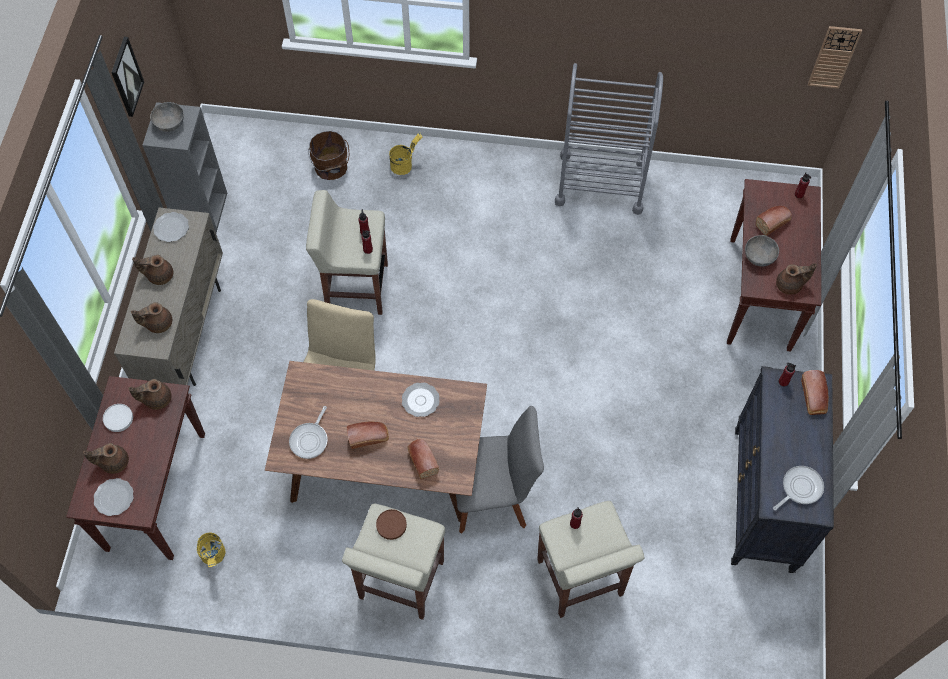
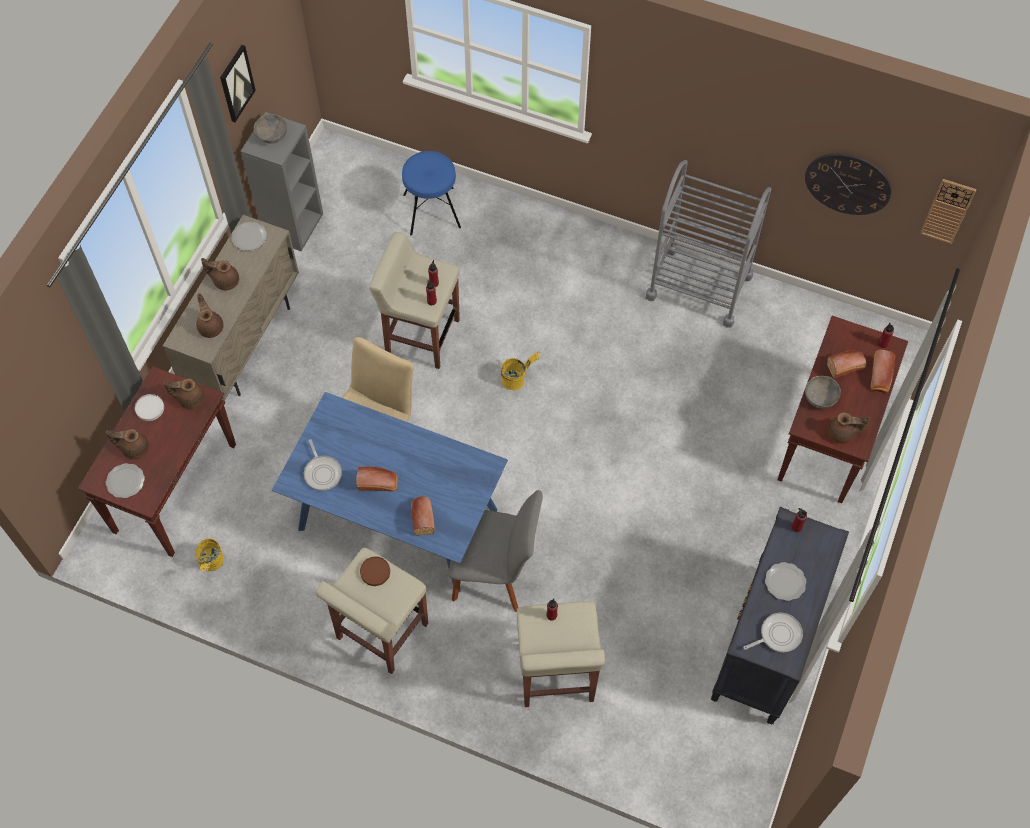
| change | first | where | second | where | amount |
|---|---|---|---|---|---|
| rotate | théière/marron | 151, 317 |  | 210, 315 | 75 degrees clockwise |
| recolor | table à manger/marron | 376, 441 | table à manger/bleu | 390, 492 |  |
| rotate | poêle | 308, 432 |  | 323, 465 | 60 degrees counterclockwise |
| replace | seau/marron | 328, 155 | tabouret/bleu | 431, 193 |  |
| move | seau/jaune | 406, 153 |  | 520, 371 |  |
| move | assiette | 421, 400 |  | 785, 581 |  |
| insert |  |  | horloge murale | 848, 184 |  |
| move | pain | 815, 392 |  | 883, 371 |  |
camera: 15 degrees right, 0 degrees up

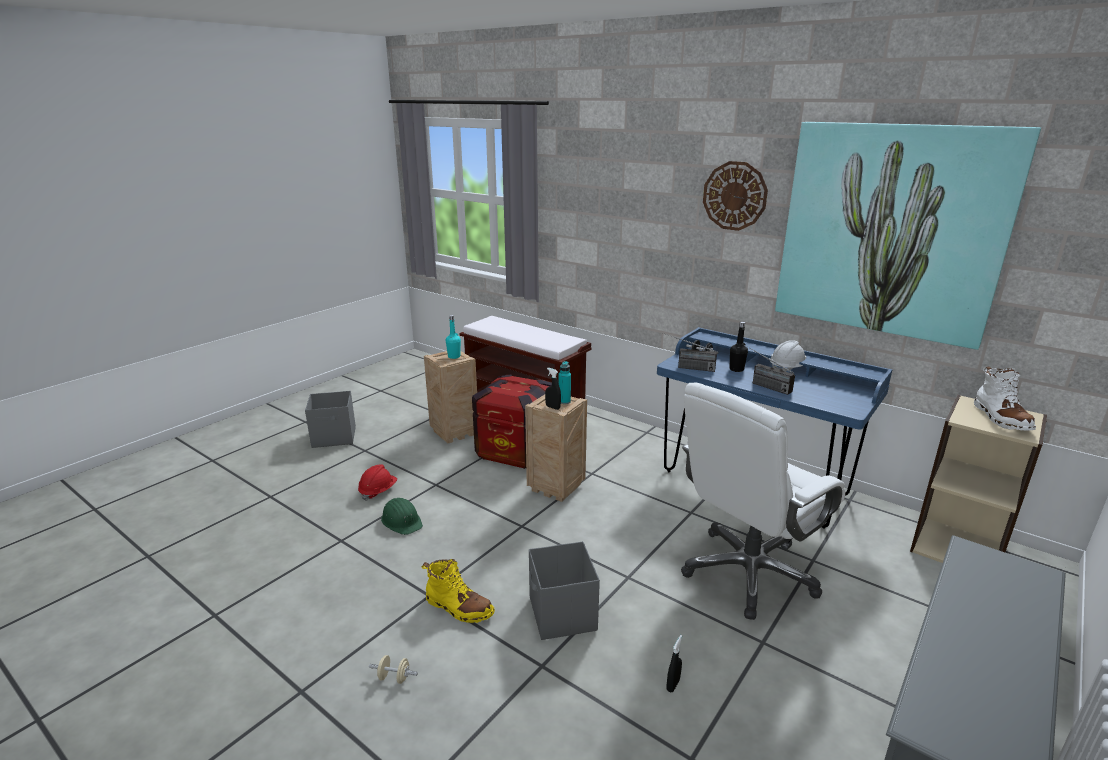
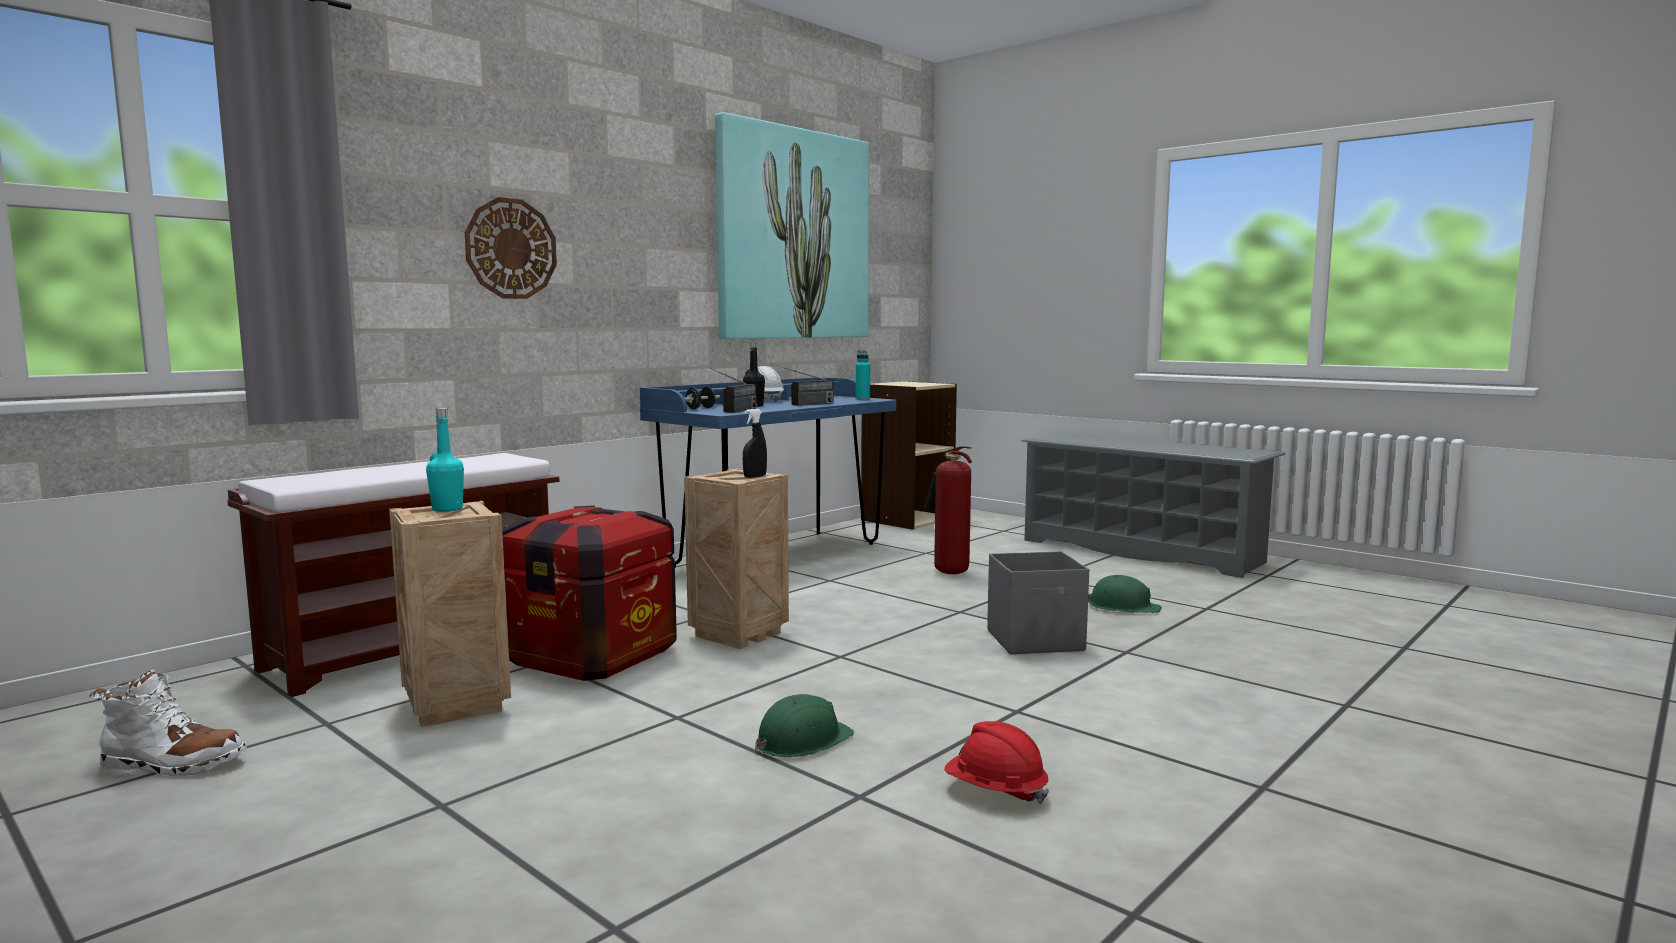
| change | first | where | second | where | amount |
|---|---|---|---|---|---|
| move | botte/blanc | 1005, 398 |  | 168, 723 |  |
| move | horloge murale | 735, 196 |  | 511, 248 |  |
| move | bouteille/turquoise | 564, 382 |  | 863, 375 |  |
| replace | chaise de bureau/blanc | 763, 501 | extincteur | 948, 510 |  |
| move | casque de chantier/rouge | 377, 482 |  | 997, 762 |  |
| replace | vaporisateur/noir | 674, 663 | casque de chantier/vert | 1125, 594 |  |
| delete | boîte de rangement/gris | 330, 419 |  |  |  |
| delete | haltère/beige | 393, 669 |  |  |  |
| delete | botte/jaune | 458, 591 |  |  |  |
camera: 85 degrees left, 15 degrees down

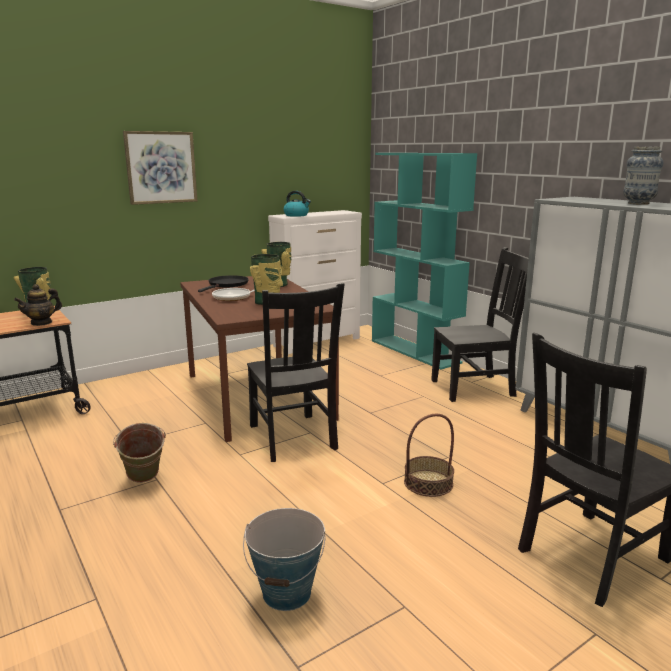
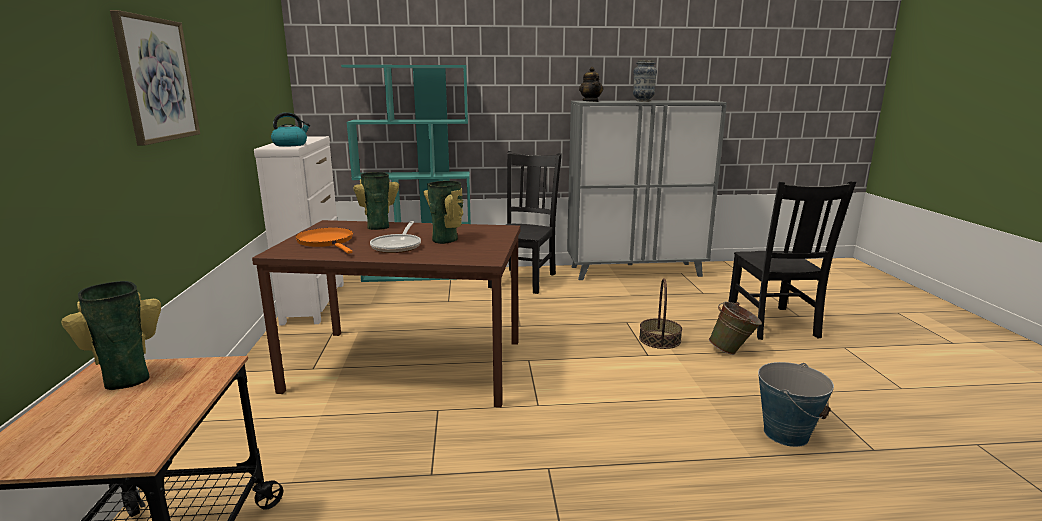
| change | first | where | second | where | amount |
|---|---|---|---|---|---|
| recolor | poêle/noir | 223, 283 | poêle/orange | 324, 241 |  |
| move | théière | 38, 305 |  | 591, 84 |  |
| move | seau/vert | 139, 453 |  | 735, 328 |  |
| delete | chaise/noir | 295, 372 |  |  |  |
camera: 60 degrees left, 0 degrees up

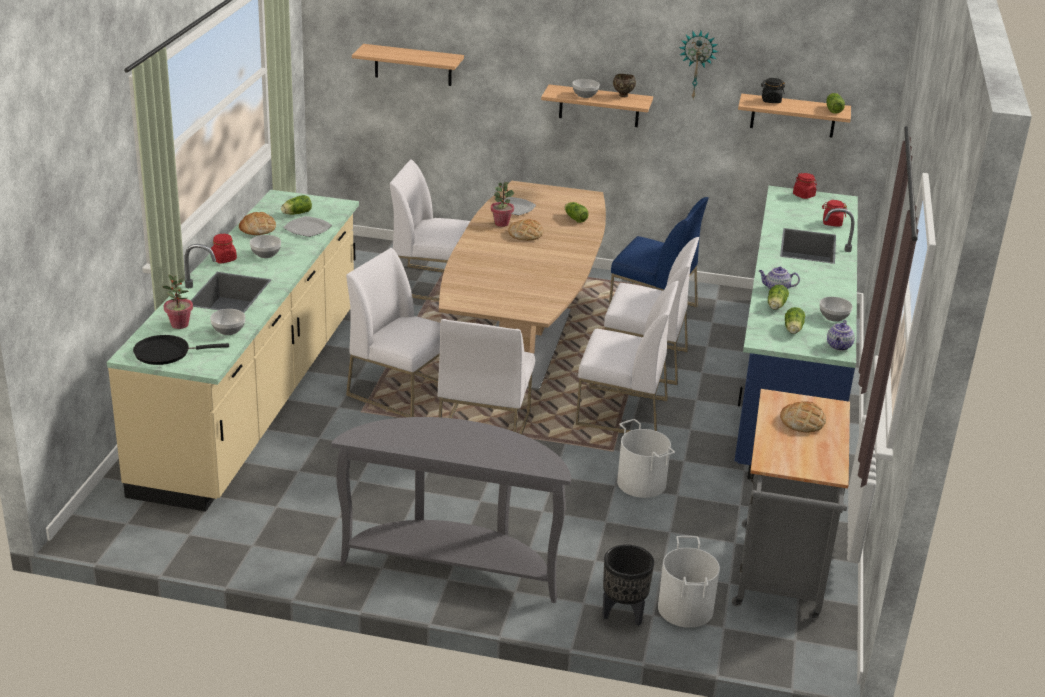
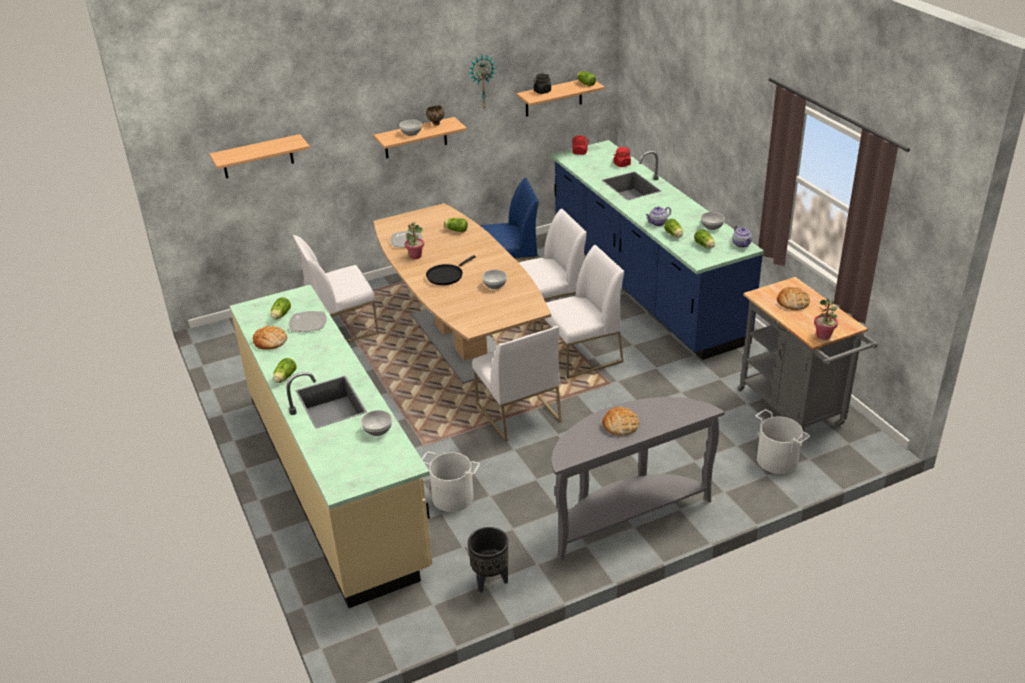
| change | first | where | second | where | amount |
|---|---|---|---|---|---|
| replace | bocal/rouge | 224, 248 | laitue | 284, 370 |  |
| move | seau/blanc | 646, 458 |  | 451, 482 |  |
| move | poêle/noir | 181, 350 |  | 451, 270 |  |
| move | cache-pot/noir | 628, 585 |  | 488, 560 |  |
| move | bol | 265, 246 |  | 494, 279 |  |
| move | pain | 525, 230 |  | 620, 421 |  |
| move | plante en pot | 177, 302 |  | 826, 319 |  |
| delete | chaise/blanc | 393, 332 |  |  |  |
camera: 35 degrees left, 5 degrees up

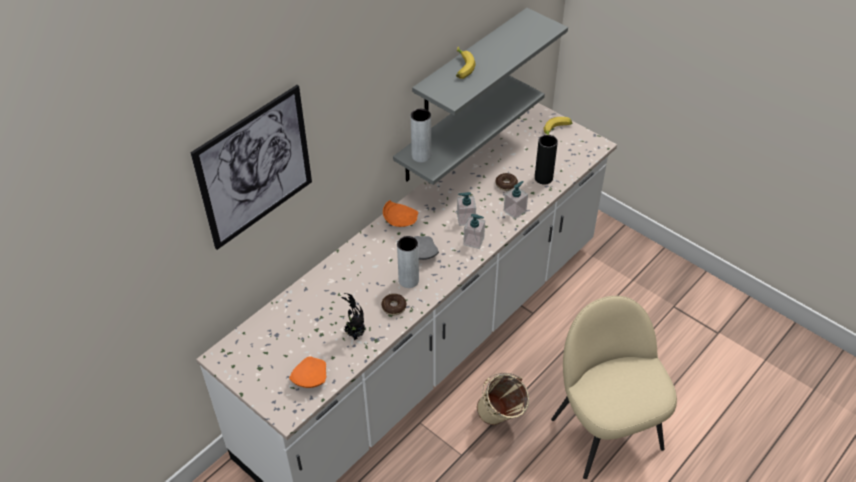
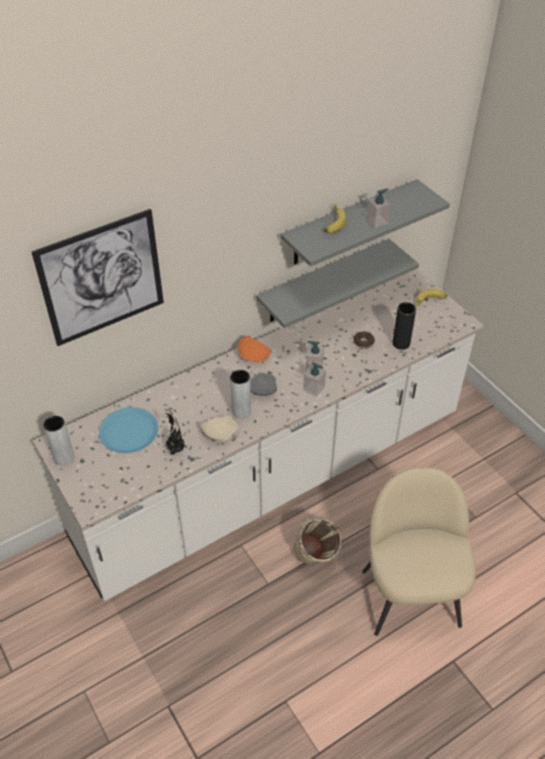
| change | first | where | second | where | amount |
|---|---|---|---|---|---|
| move | vase/gris | 421, 135 |  | 58, 441 |  |
| insert |  |  | assiette/bleu | 128, 430 |  |
| replace | beignet | 393, 305 | assiette/beige | 219, 428 |  |
| move | distributeur de savon | 516, 200 |  | 378, 208 |  |
| delete | assiette/orange | 307, 372 |  |  |  |
camera: 15 degrees right, 0 degrees up

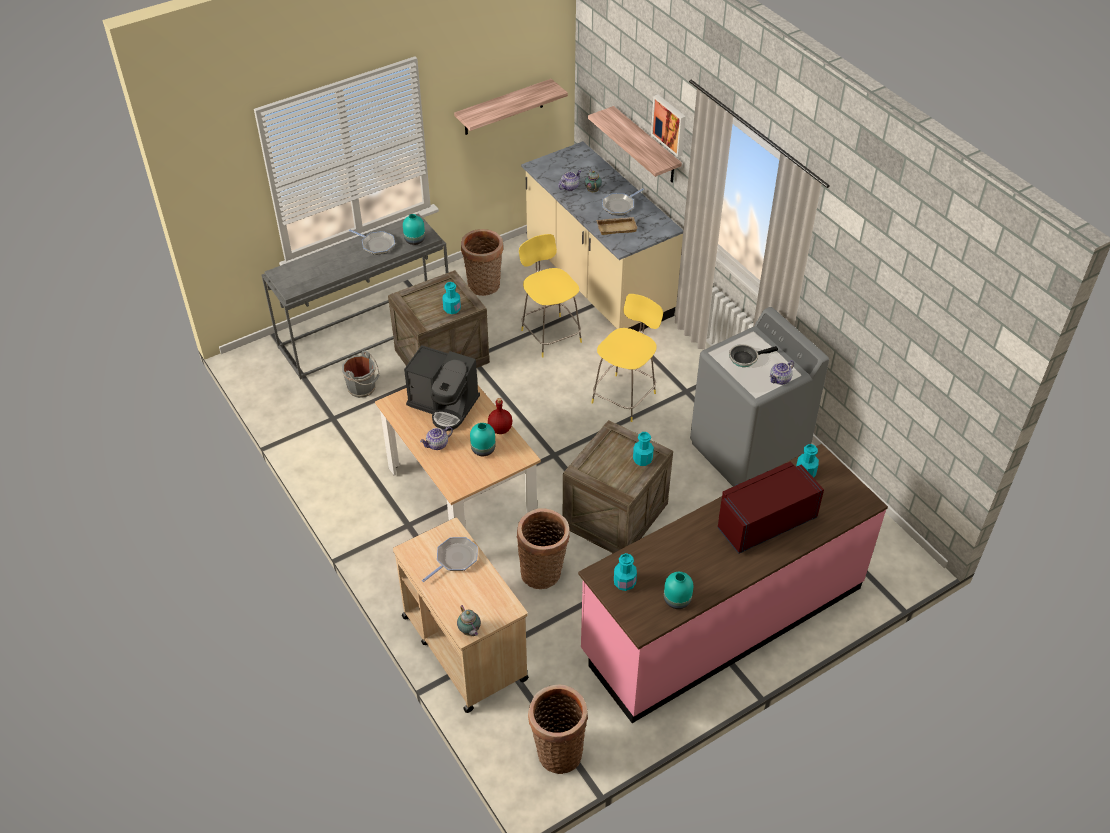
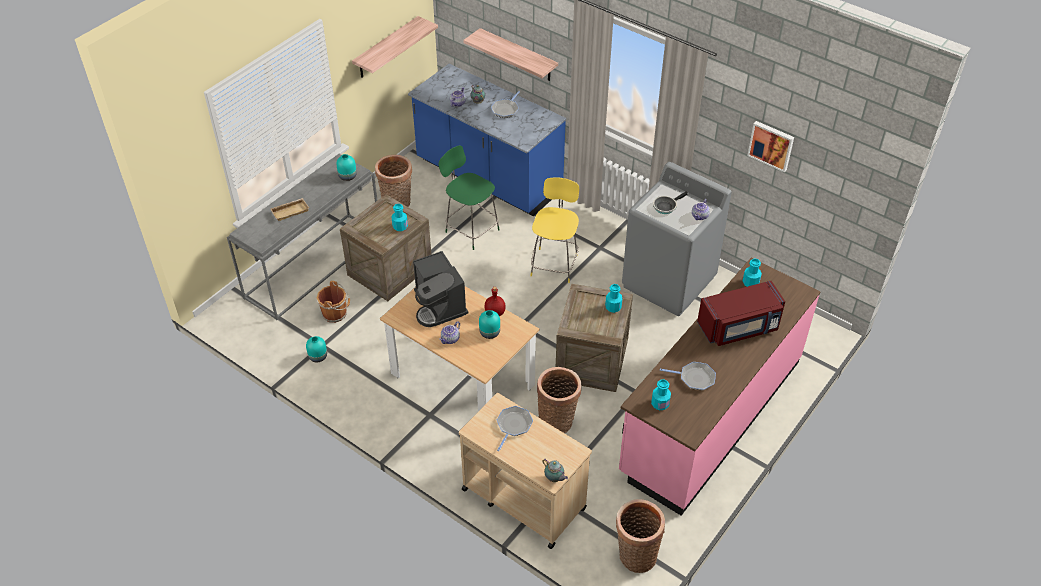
| change | first | where | second | where | amount |
|---|---|---|---|---|---|
| move | plateau/beige | 617, 226 |  | 290, 209 |  |
| move | vase/turquoise | 678, 590 |  | 316, 349 |  |
| recolor | seau/gris | 360, 374 | seau/marron | 333, 302 |  |
| recolor | comptoir de cuisine/beige | 602, 236 | comptoir de cuisine/bleu | 487, 140 |  |
| rotate | machine à café | 442, 388 |  | 440, 289 | 60 degrees clockwise |
| recolor | tabouret/jaune | 550, 295 | tabouret/vert | 469, 197 |  |
| move | poêle | 372, 242 |  | 688, 376 |  |
| rotate | micro-ondes/rouge | 770, 508 |  | 741, 313 | 150 degrees counterclockwise |
| move | tableau | 668, 126 |  | 770, 146 |  |
camera: 20 degrees left, 0 degrees up

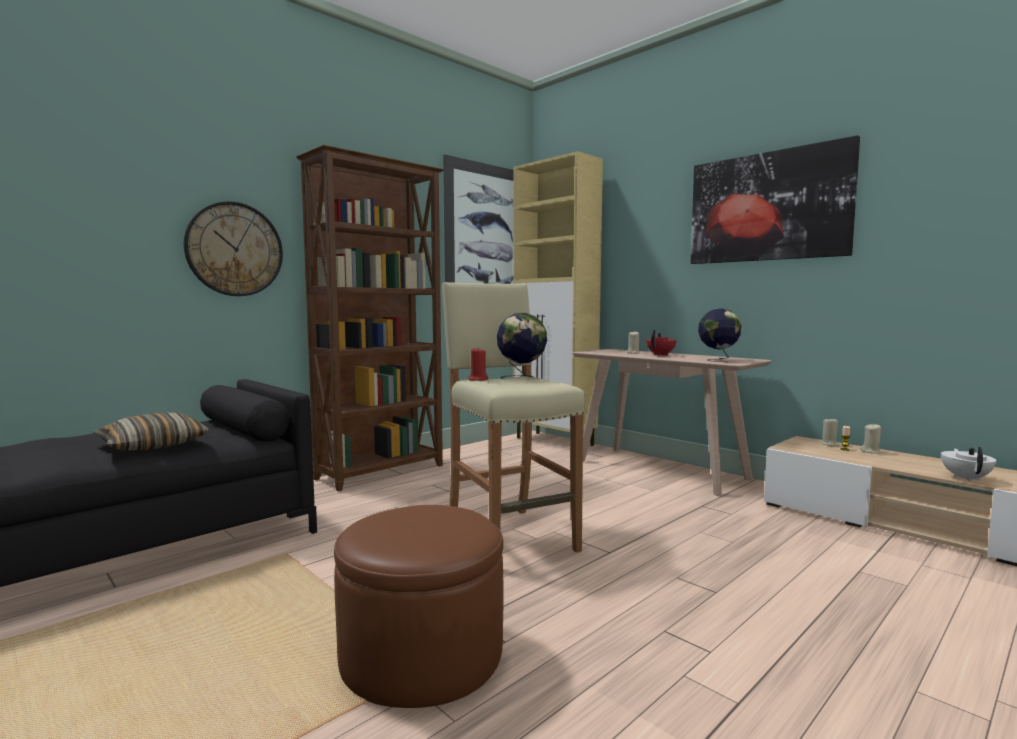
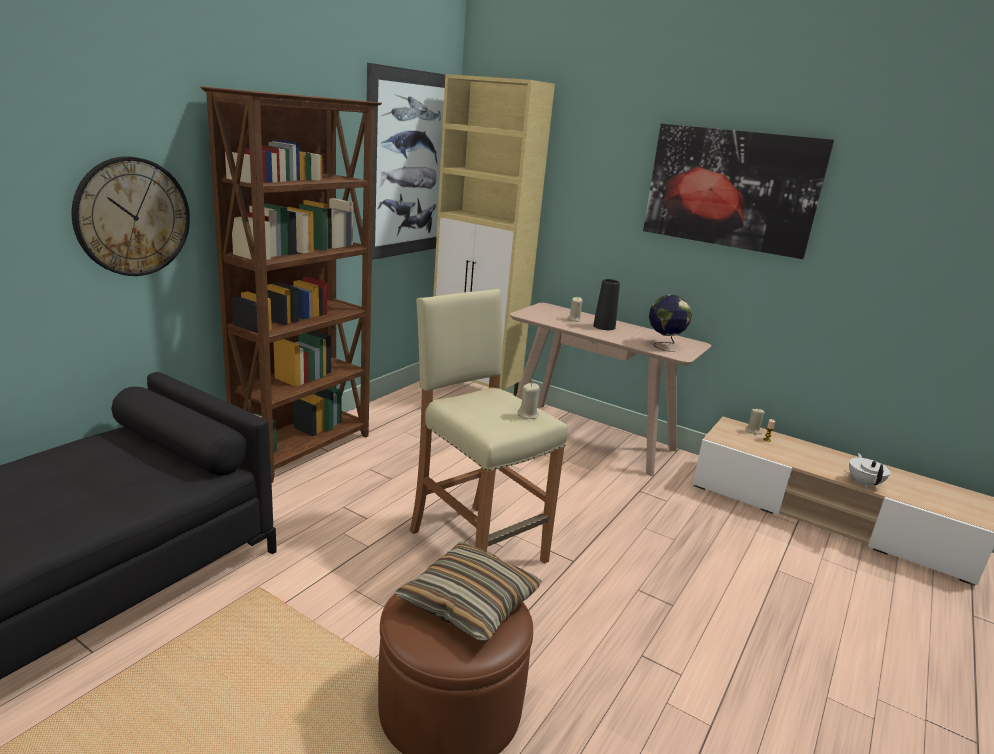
| change | first | where | second | where | amount |
|---|---|---|---|---|---|
| move | coussin | 151, 431 |  | 468, 592 |  |
| move | bougie/beige | 871, 438 |  | 528, 401 |  |
| replace | théière/rouge | 661, 343 | vase/noir | 606, 304 |  |
| delete | bougie/rouge | 478, 364 |  |  |  |
| delete | globe | 522, 346 |  |  |  |
camera: 15 degrees left, 15 degrees up

